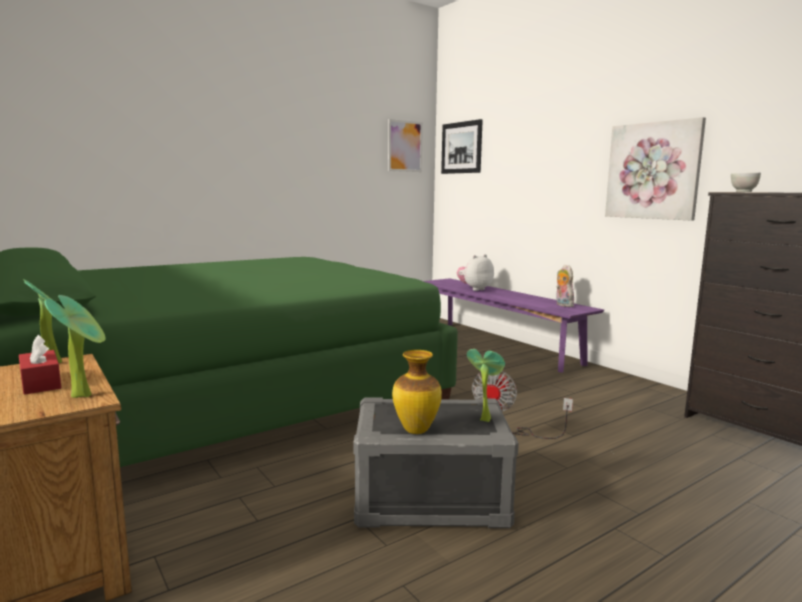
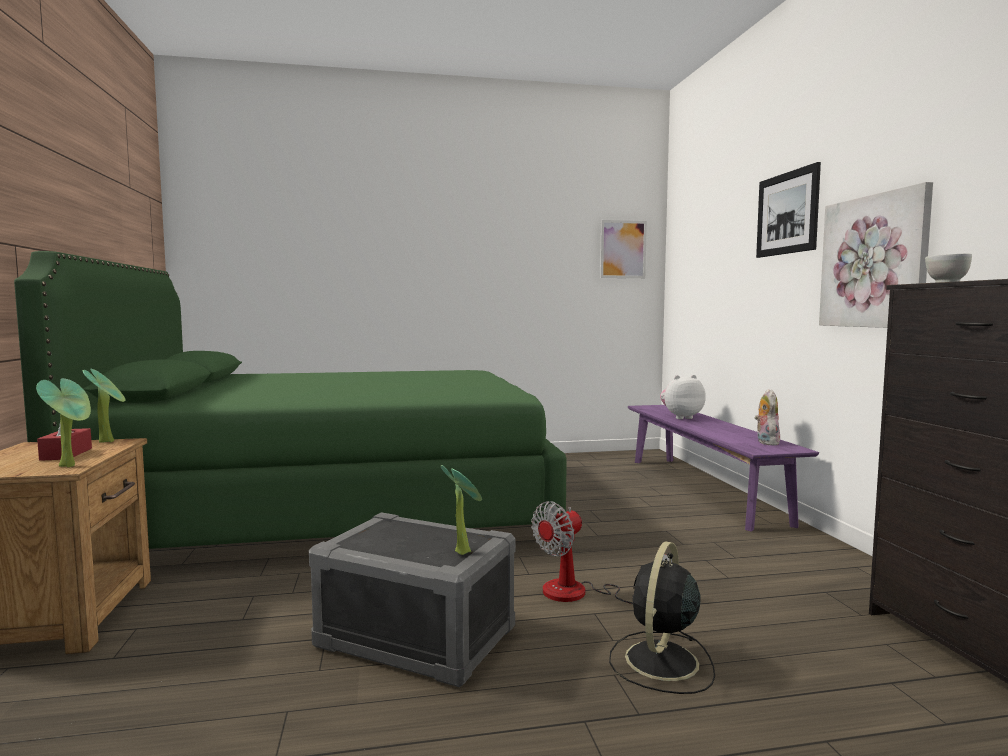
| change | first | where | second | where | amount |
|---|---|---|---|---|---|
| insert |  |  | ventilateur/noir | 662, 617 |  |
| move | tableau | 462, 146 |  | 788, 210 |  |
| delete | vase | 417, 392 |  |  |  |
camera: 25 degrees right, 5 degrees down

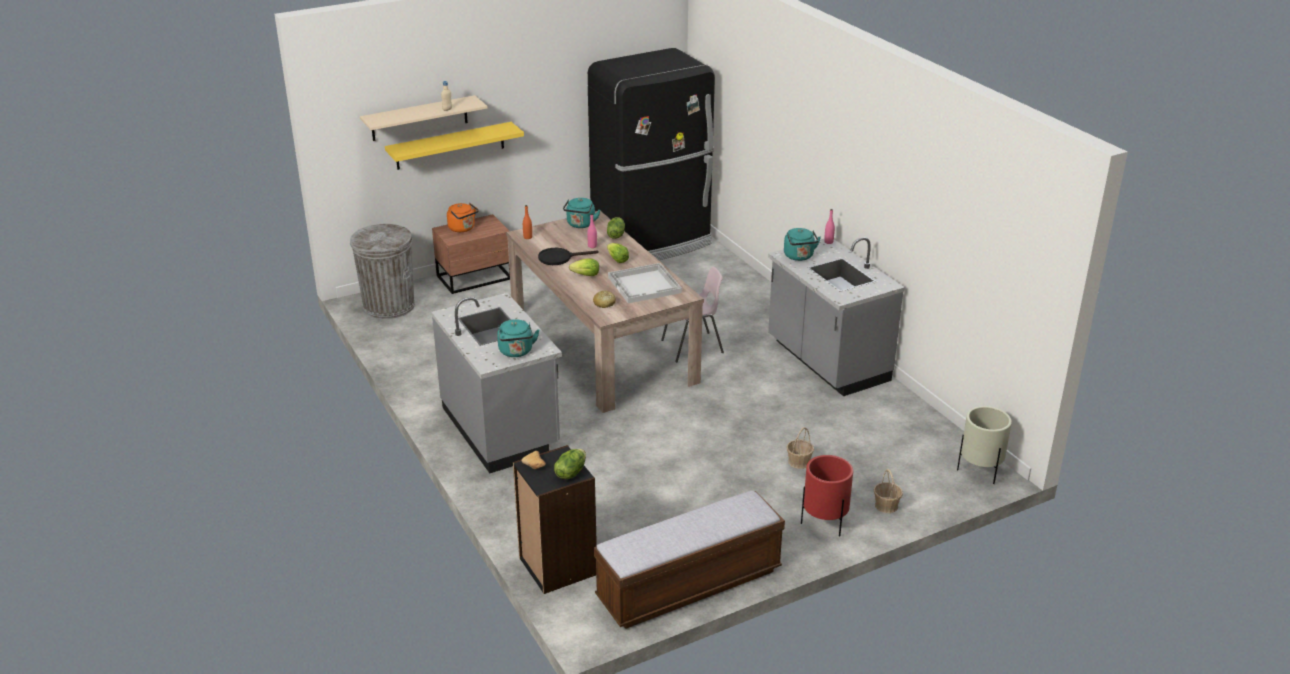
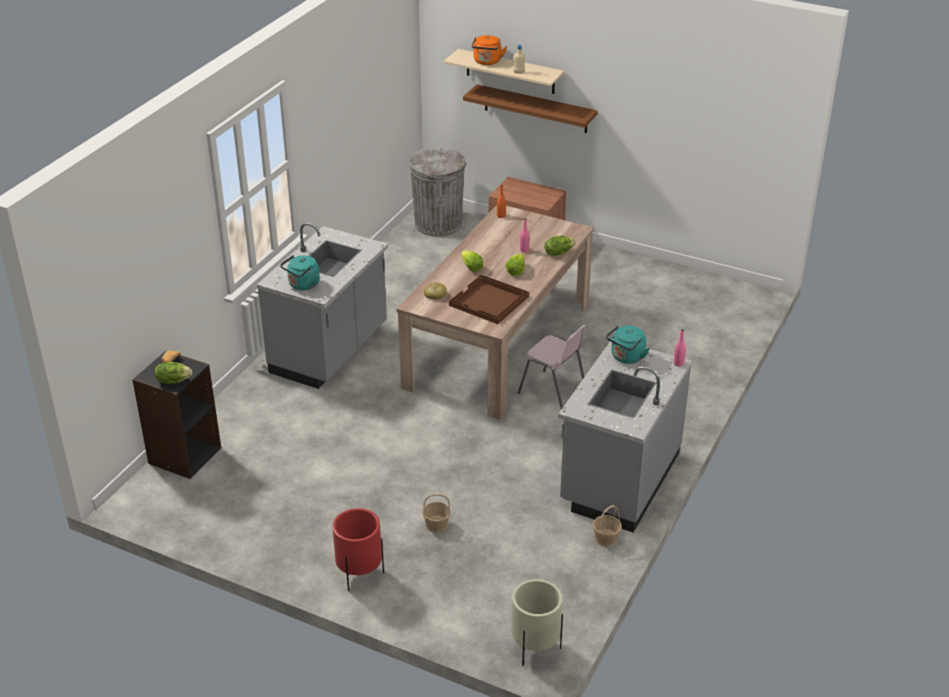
| change | first | where | second | where | amount |
|---|---|---|---|---|---|
| recolor | plateau/blanc | 645, 283 | plateau/marron | 489, 299 |  |
| recolor | étagère/jaune | 454, 146 | étagère/marron | 530, 108 |  |
| move | bouilloire/orange | 463, 217 |  | 489, 50 |  |
| move | panier | 888, 491 |  | 607, 526 |  |
| delete | poêle/noir | 568, 256 |  |  |  |
| delete | bouilloire/turquoise | 581, 213 |  |  |  |
| delete | réfrigérateur/noir | 651, 154 |  |  |  |
| delete | banc | 689, 559 |  |  |  |
camera: 55 degrees right, 5 degrees up

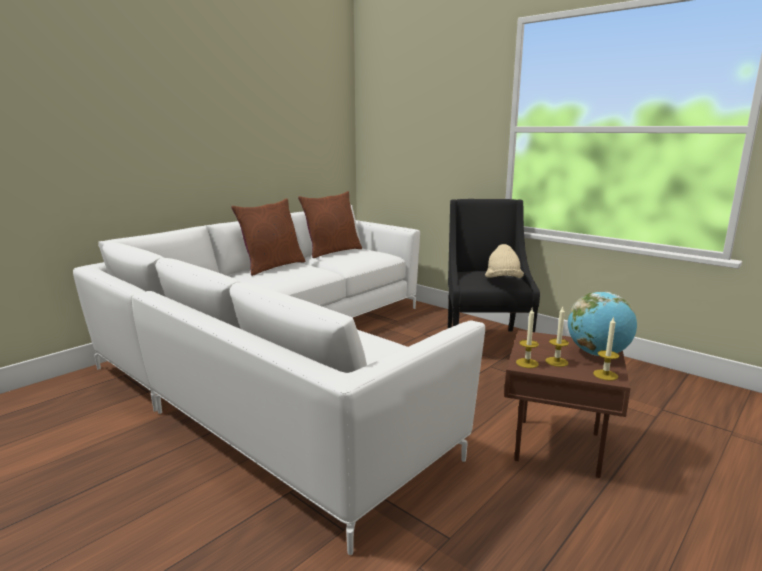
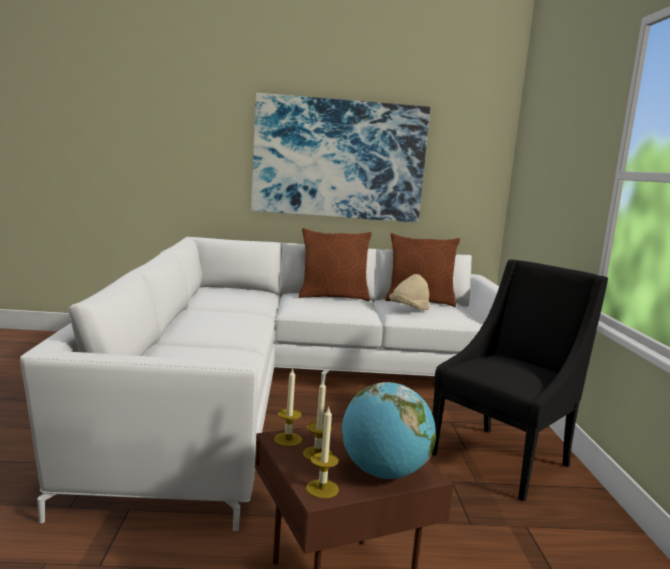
| change | first | where | second | where | amount |
|---|---|---|---|---|---|
| insert |  |  | tableau | 340, 158 |  |
| move | chapeau/beige | 504, 261 |  | 409, 292 |  |
camera: 45 degrees right, 5 degrees down

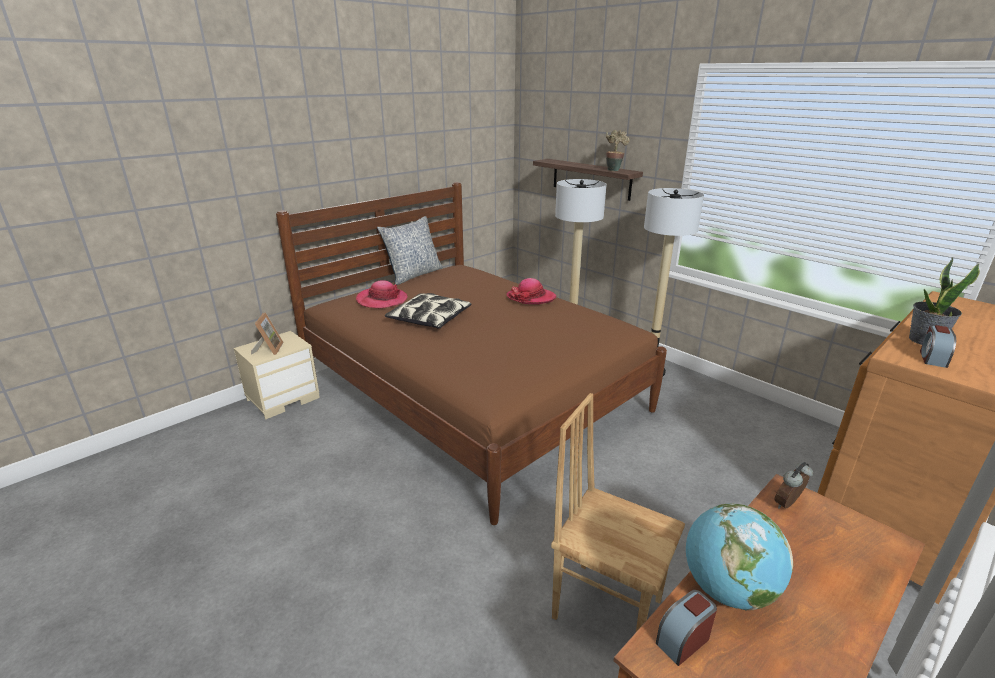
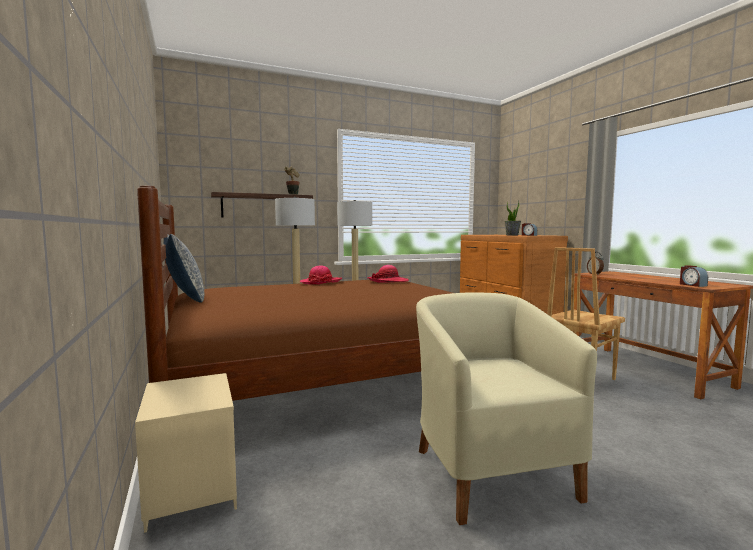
| change | first | where | second | where | amount |
|---|---|---|---|---|---|
| move | chapeau | 382, 294 |  | 388, 274 |  |
| insert |  |  | fauteuil/beige | 506, 409 |  |
| delete | cadre photo | 267, 333 |  |  |  |
| delete | coussin | 428, 311 |  |  |  |
| delete | globe | 739, 556 |  |  |  |
camera: 70 degrees left, 20 degrees down

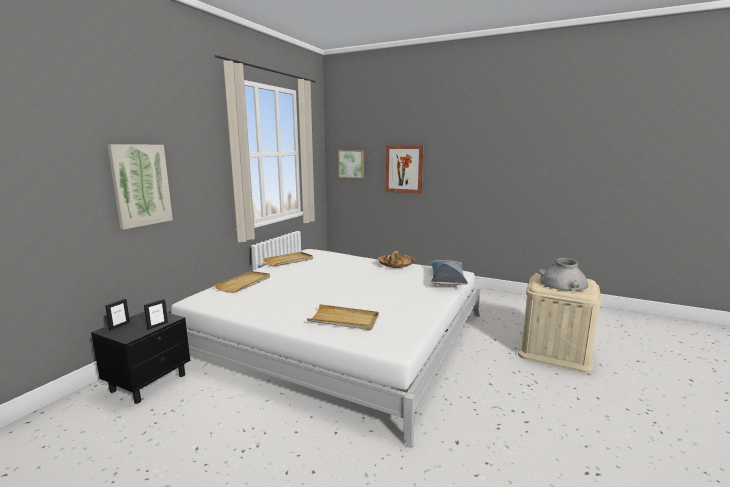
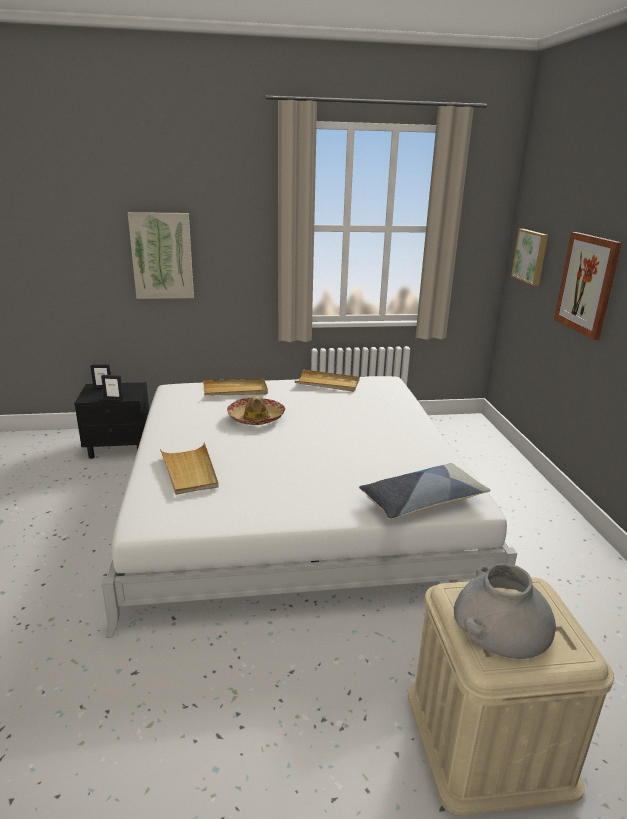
| change | first | where | second | where | amount |
|---|---|---|---|---|---|
| move | chapeau | 396, 259 |  | 256, 410 |  |
camera: 55 degrees right, 10 degrees up

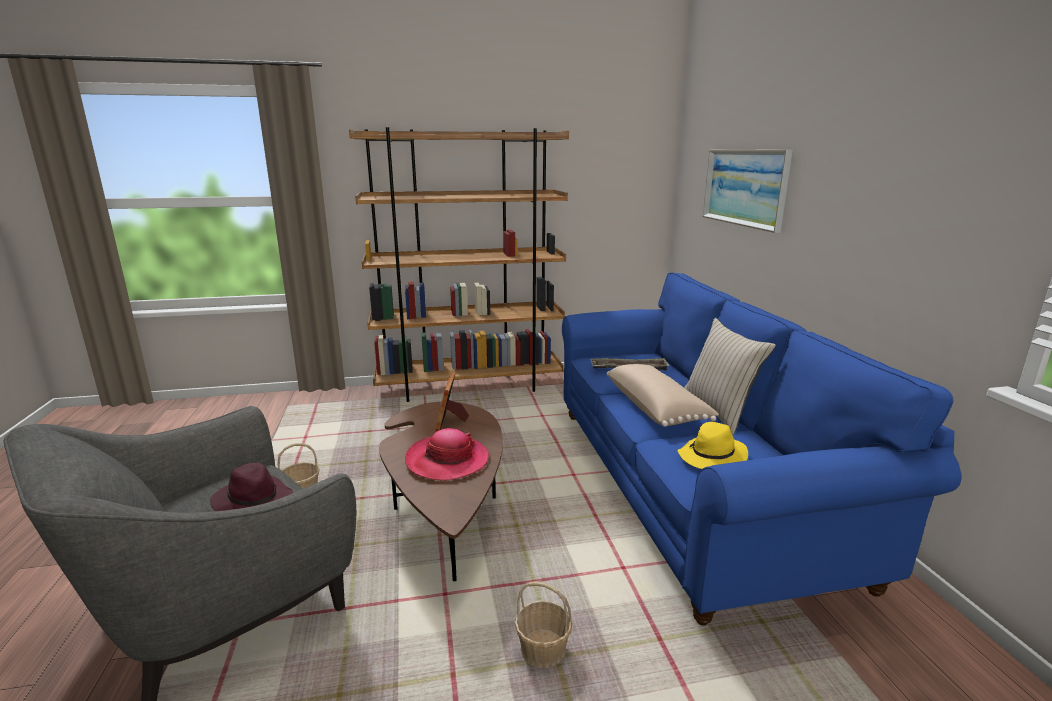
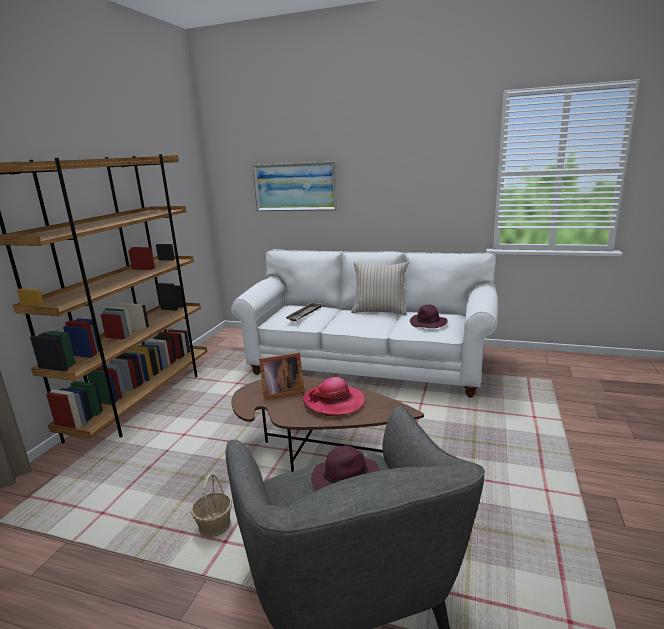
| change | first | where | second | where | amount |
|---|---|---|---|---|---|
| recolor | canapé/bleu | 761, 449 | canapé/blanc | 364, 323 |  |
| rotate | cadre photo | 451, 402 |  | 282, 375 | 45 degrees counterclockwise |
| recolor | chapeau/jaune | 713, 445 | chapeau/violet | 429, 316 |  |
| delete | panier | 543, 624 |  |  |  |
| delete | coussin/beige | 663, 395 |  |  |  |
camera: 60 degrees left, 0 degrees up

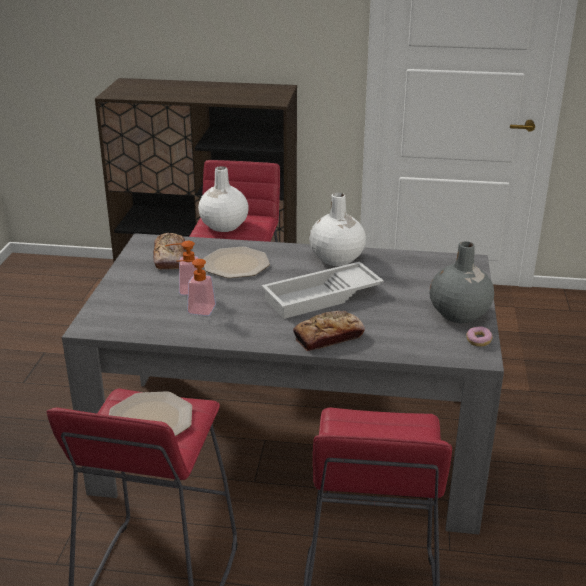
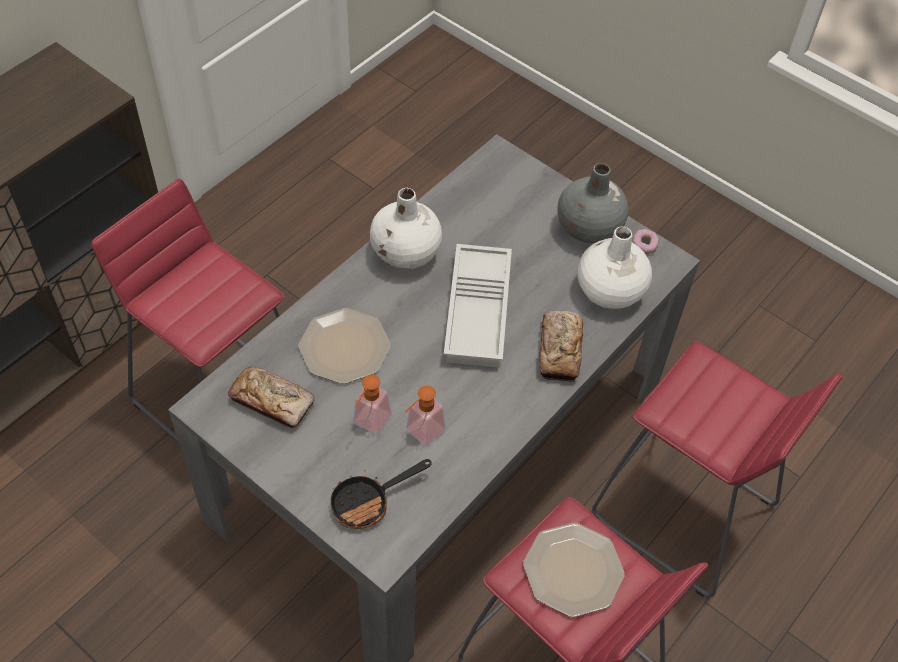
| change | first | where | second | where | amount |
|---|---|---|---|---|---|
| insert |  |  | poêle | 381, 494 |  |
| move | vase/blanc | 223, 199 |  | 614, 267 |  |
camera: 60 degrees left, 25 degrees up

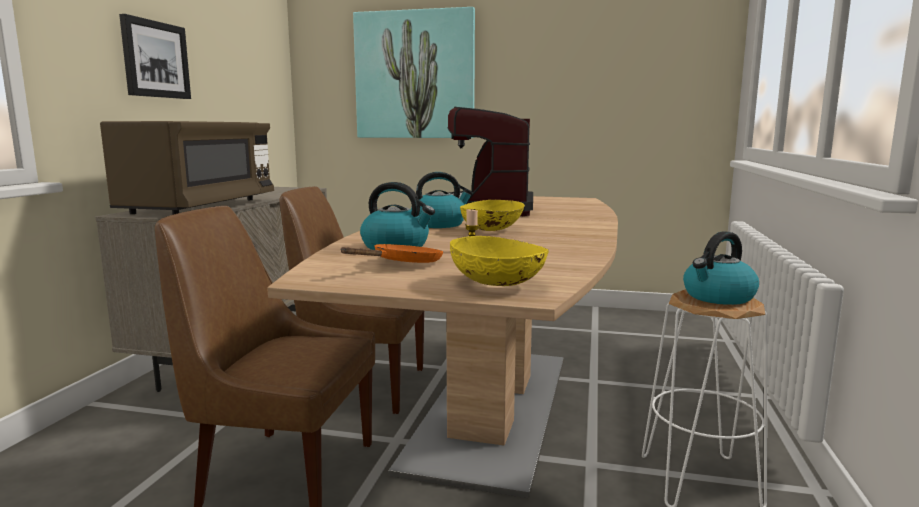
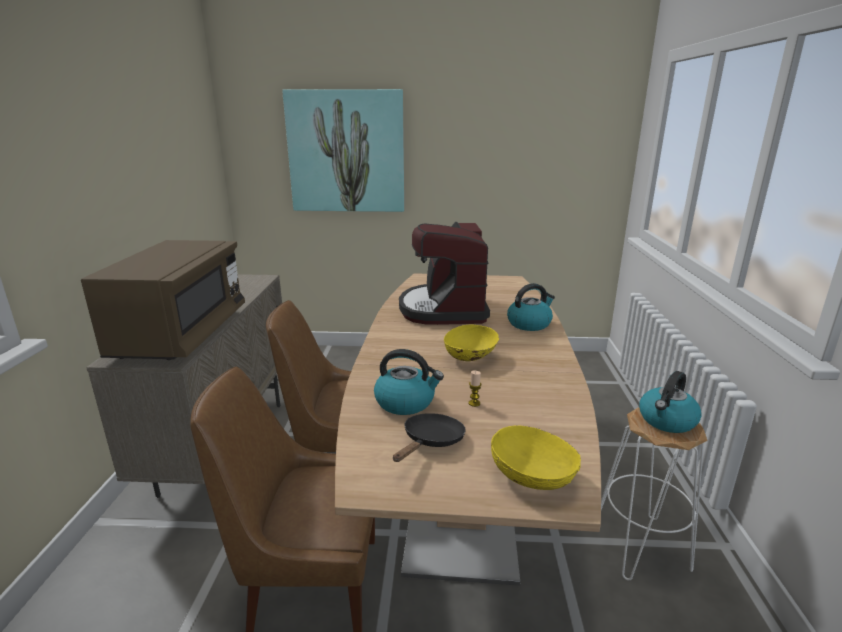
| change | first | where | second | where | amount |
|---|---|---|---|---|---|
| recolor | poêle/orange | 392, 253 | poêle/noir | 429, 437 |  |
| move | bouilloire | 442, 200 |  | 531, 307 |  |
| delete | tableau | 155, 56 |  |  |  |
camera: 10 degrees left, 10 degrees up

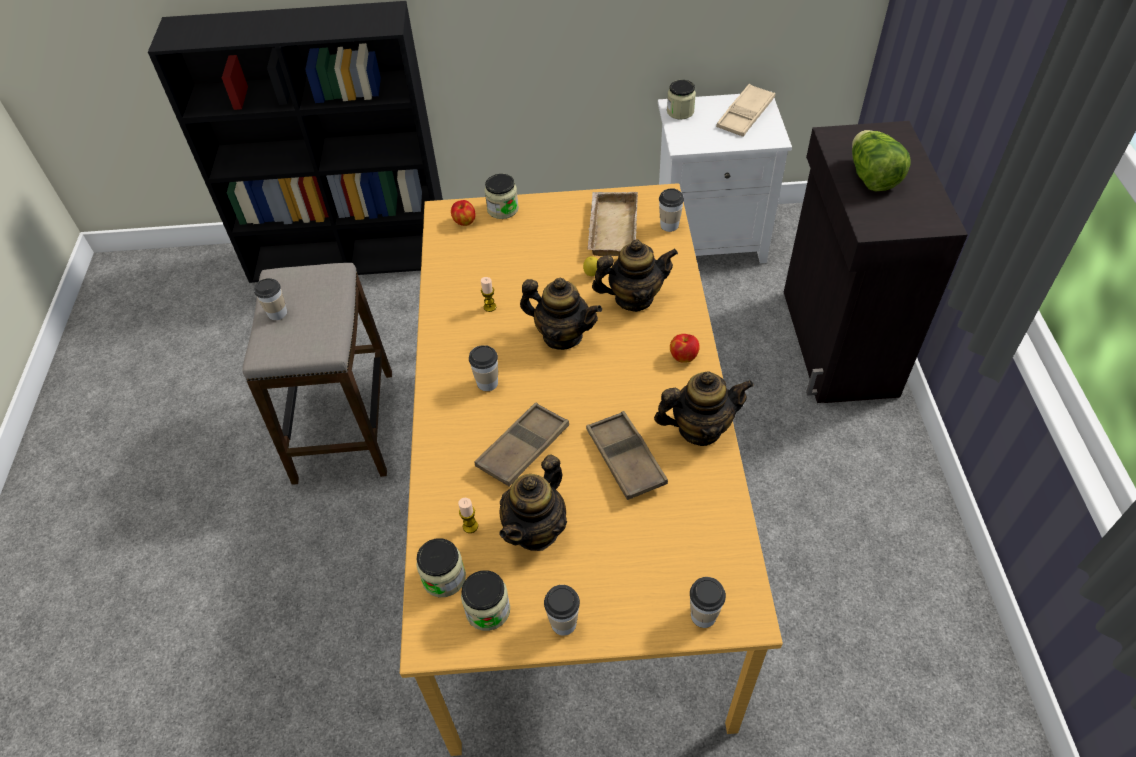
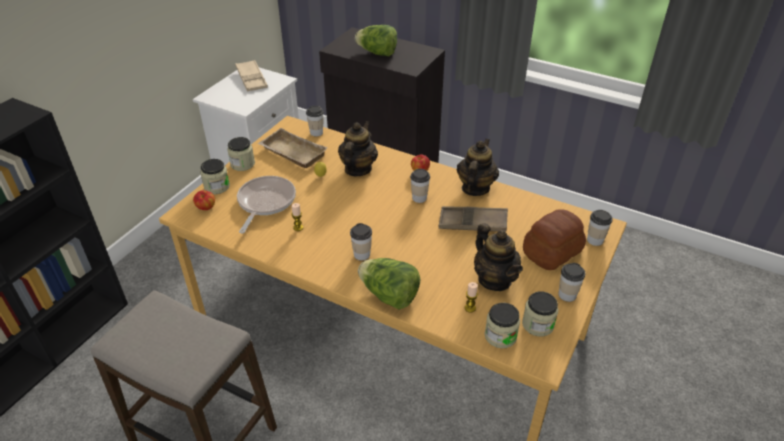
| change | first | where | second | where | amount |
|---|---|---|---|---|---|
| move | bocal | 681, 100 |  | 241, 154 |  |
| insert |  |  | poêle | 266, 204 |  |
| insert |  |  | laitue | 389, 284 |  |
| move | tasse | 270, 299 |  | 420, 186 |  |
| insert |  |  | pain | 554, 239 |  |
| delete | plateau/marron | 522, 444 |  |  |  |
| delete | théière | 561, 314 |  |  |  |
camera: 60 degrees left, 10 degrees down

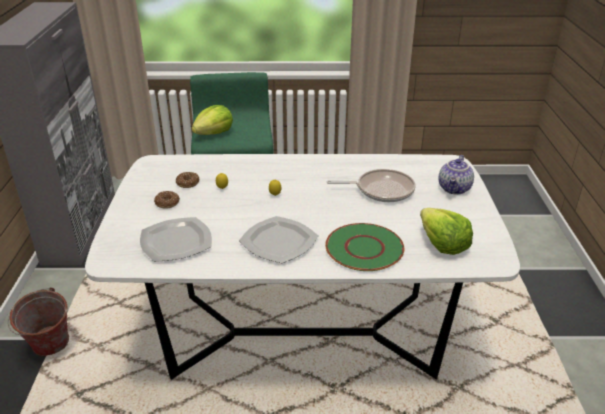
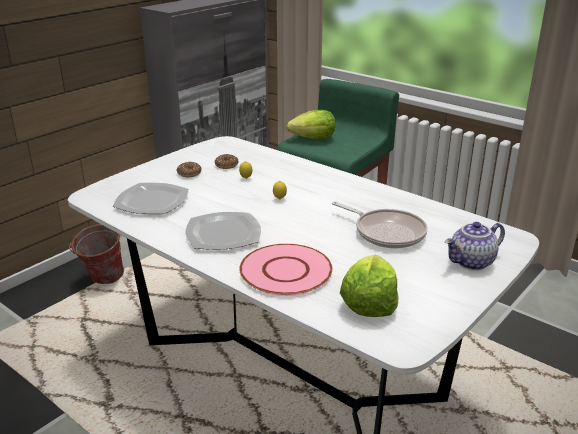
| change | first | where | second | where | amount |
|---|---|---|---|---|---|
| recolor | assiette/vert | 364, 247 | assiette/rose | 285, 270 |  |
camera: 40 degrees right, 5 degrees down

